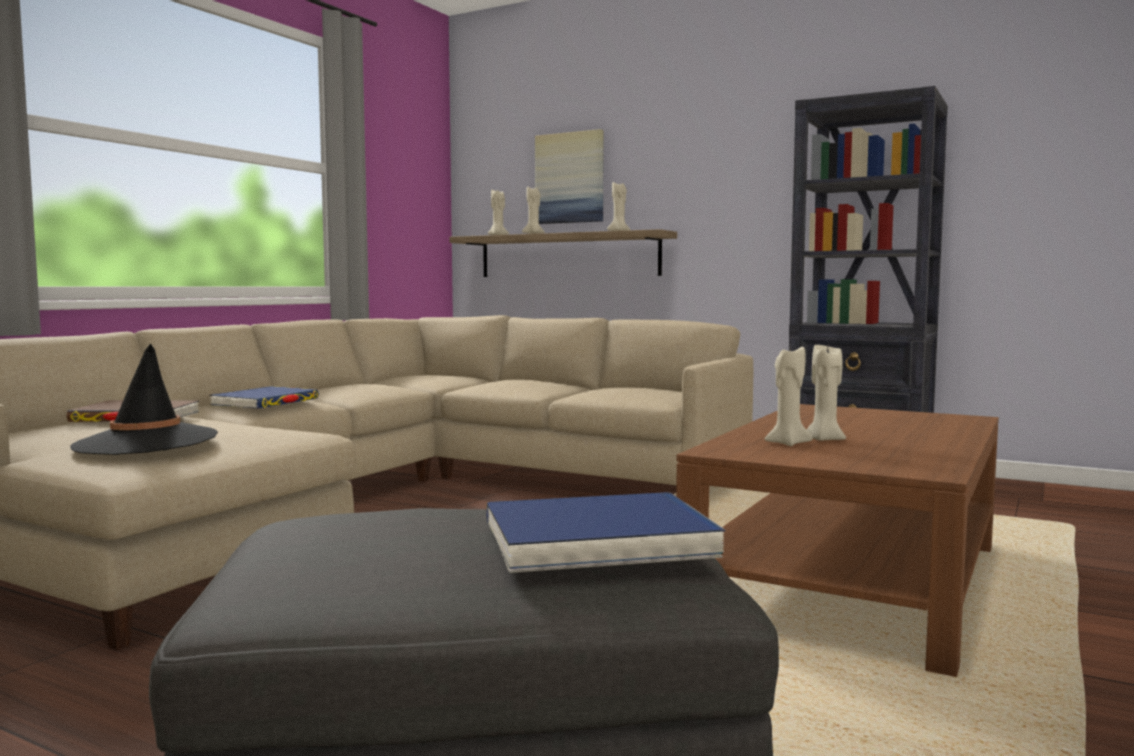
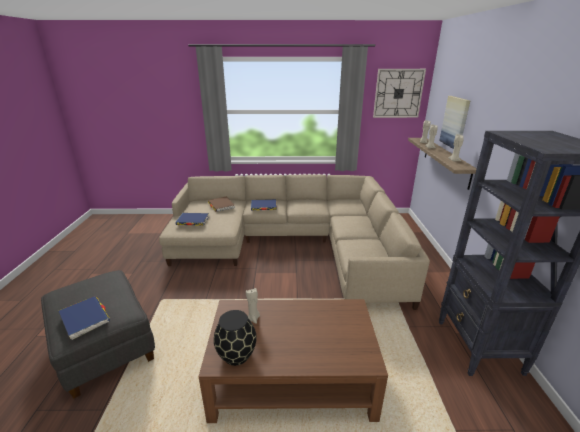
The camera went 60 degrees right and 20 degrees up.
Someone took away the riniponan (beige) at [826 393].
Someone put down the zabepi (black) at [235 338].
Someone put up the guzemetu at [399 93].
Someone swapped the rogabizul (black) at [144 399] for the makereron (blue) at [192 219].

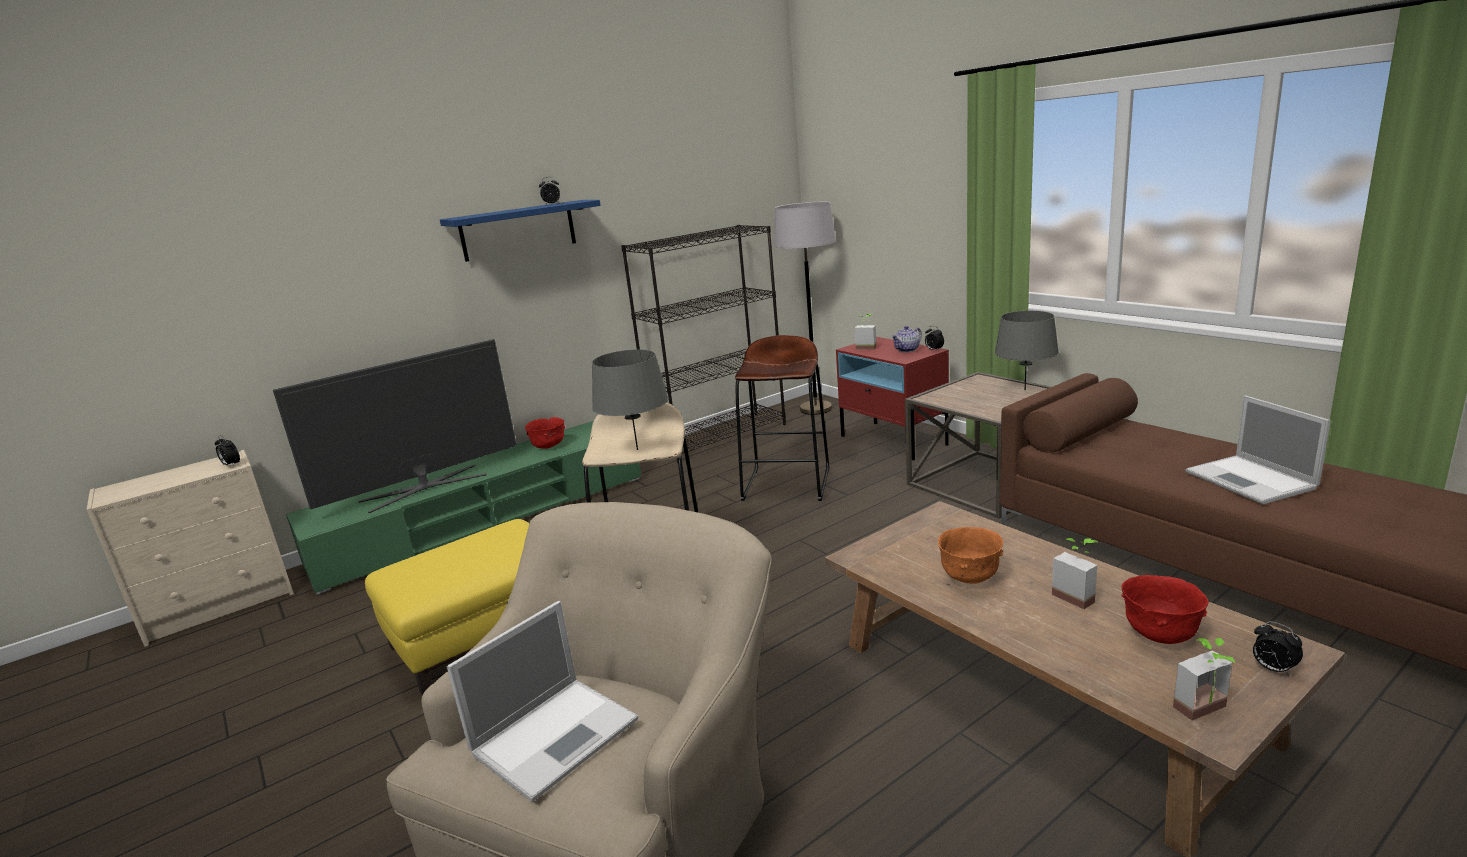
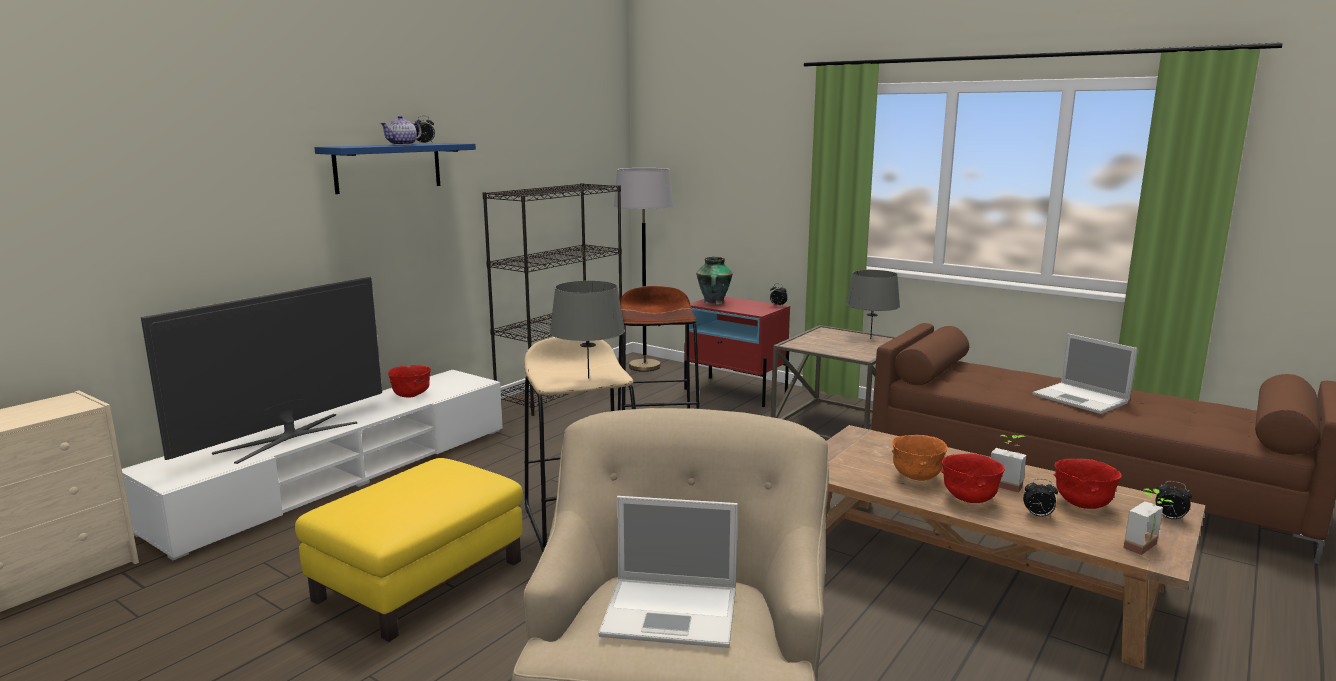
The camera went 20 degrees left and 5 degrees down.
Someone put down the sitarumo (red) at [973 478].
Someone carried the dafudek from [227 451] to [1040 498].
Someone carried the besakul from [906 339] to [401 130].
Someone swapped the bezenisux at [865 331] for the zabepi at [714 281].
Someone repainted the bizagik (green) at [463 507], which became the bizagik (white) at [312 465].
Someone rotated the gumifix at [542 701] by 75 degrees clockwise.

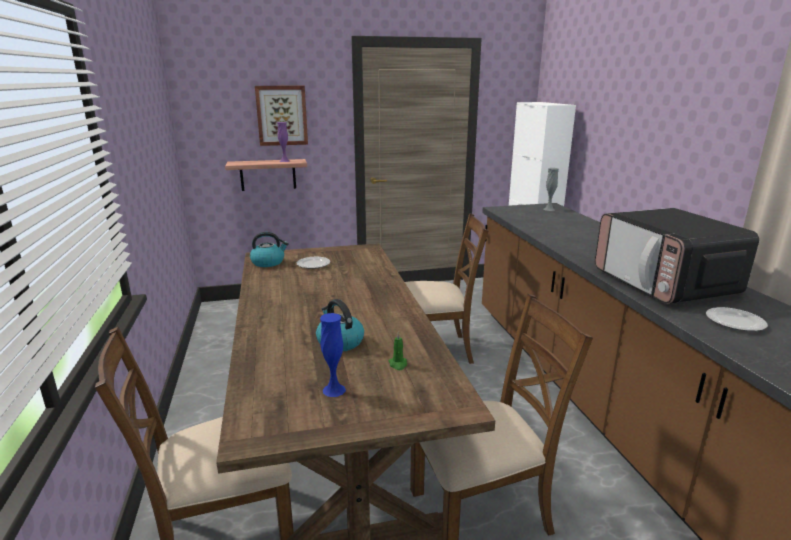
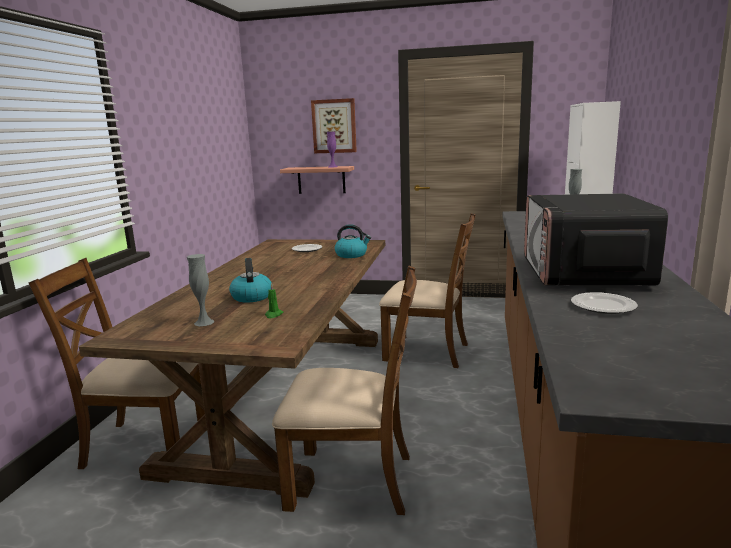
The camera went 25 degrees right and 5 degrees down.
Someone carried the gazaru from [269 249] to [353 241].
Someone repainted the zabepi (blue) at [333 355], which became the zabepi (grey) at [200 290].

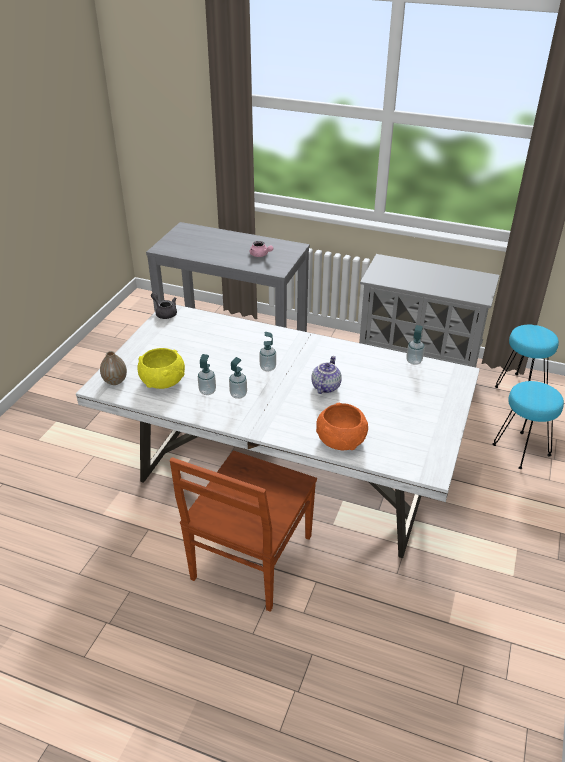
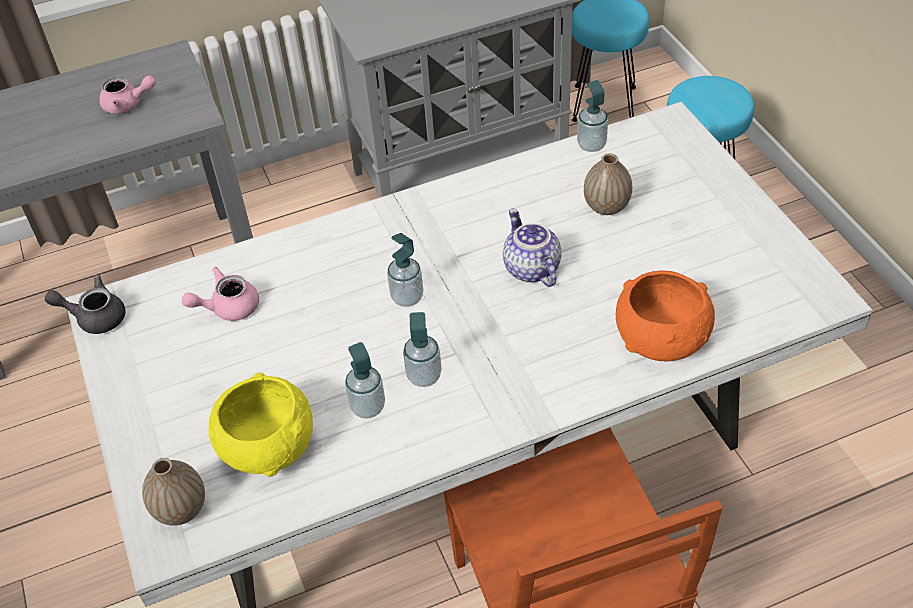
The camera went 40 degrees left and 10 degrees up.
Someone put down the besakul (pink) at [220 294].
Someone put down the zabepi at [608 184].

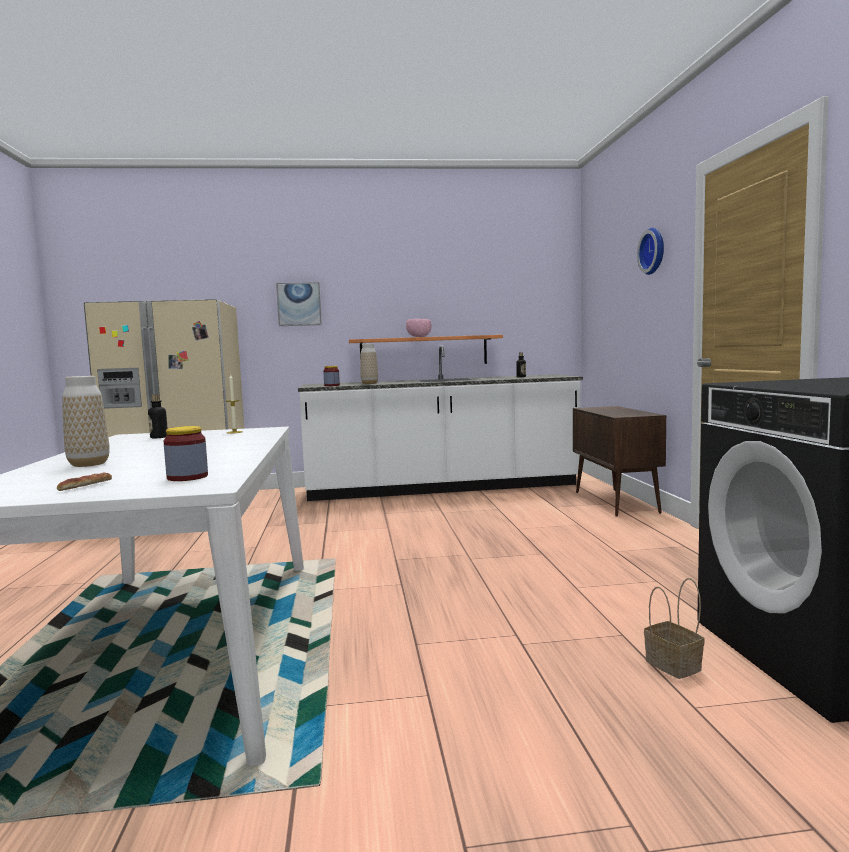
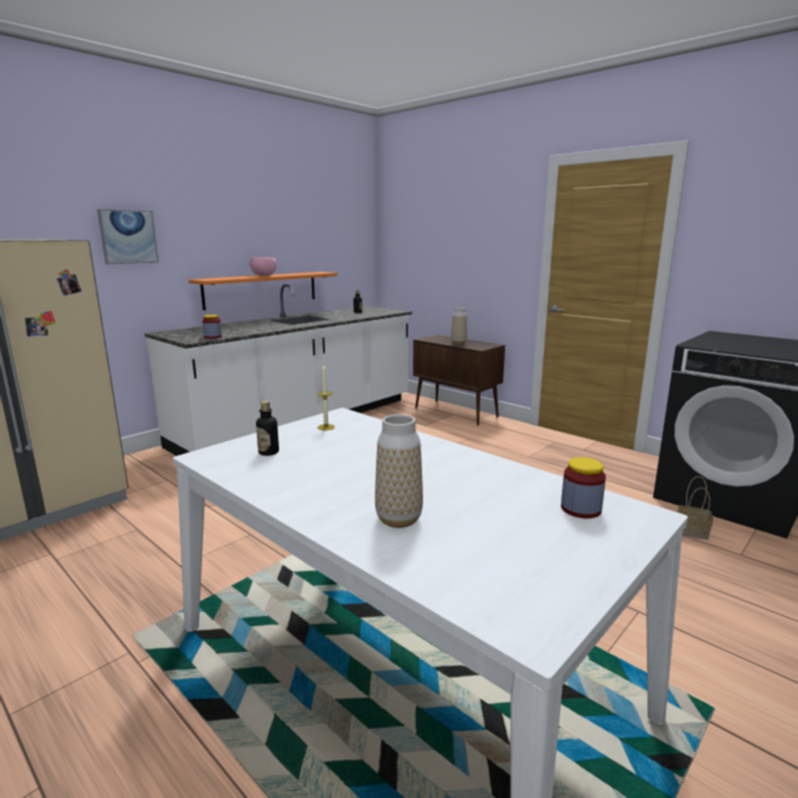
The camera went 40 degrees left and 10 degrees up.
Someone took away the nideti at [84 481].
Someone took away the guzemetu at [650 251].
Someone carried the zabepi from [369 364] to [459 325].

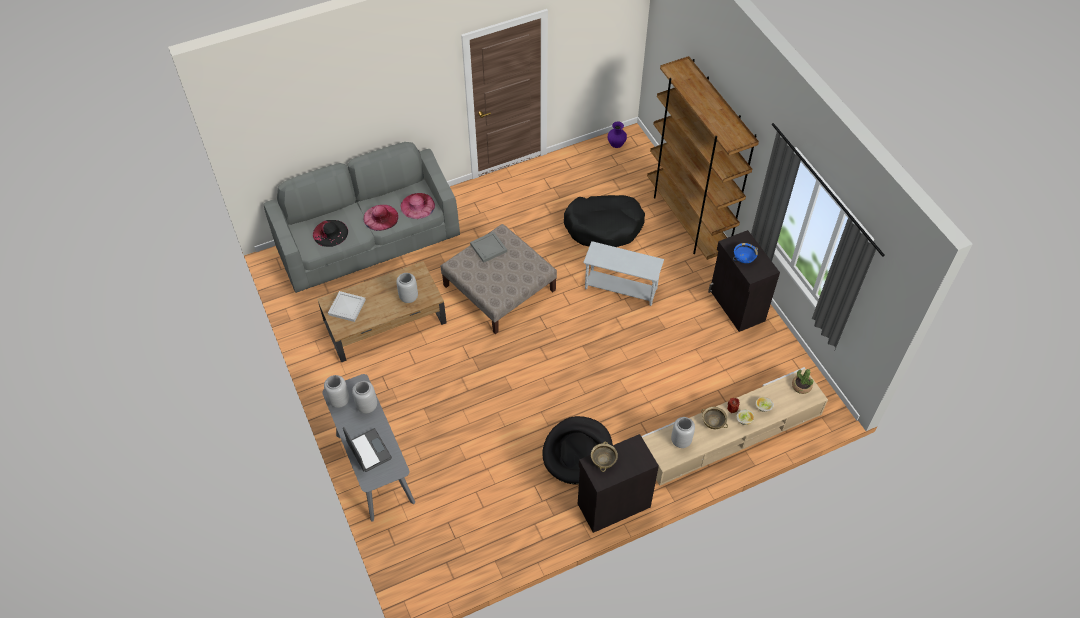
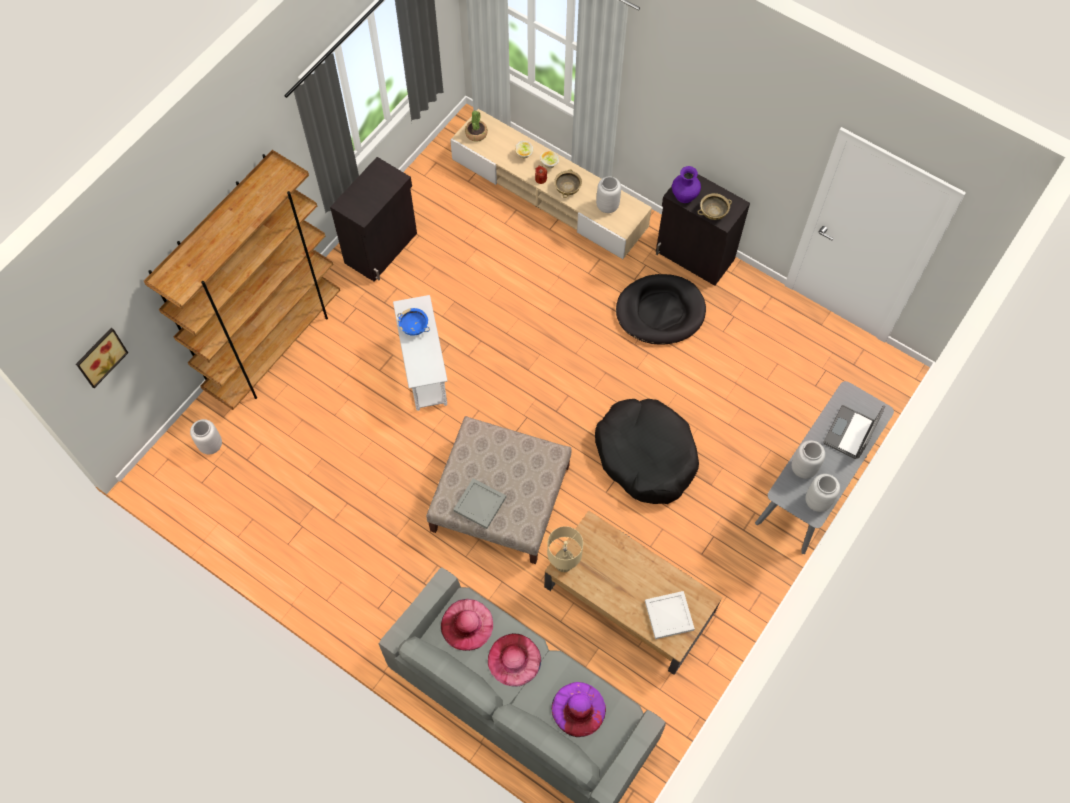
The camera went 120 degrees left and 10 degrees up.
Someone put up the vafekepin at [102 358].
Someone put down the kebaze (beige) at [565 549].
Someone carried the zabepi (grey) from [407 288] to [206 436].
Someone carried the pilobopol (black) from [604 221] to [647 451].
Someone carried the zabepi (purple) from [617 135] to [686 184].
Someone carried the sitarumo (blue) from [745 253] to [413 322].
Someone repainted the rogabizul (black) at [330 233], which became the rogabizul (purple) at [578 709].

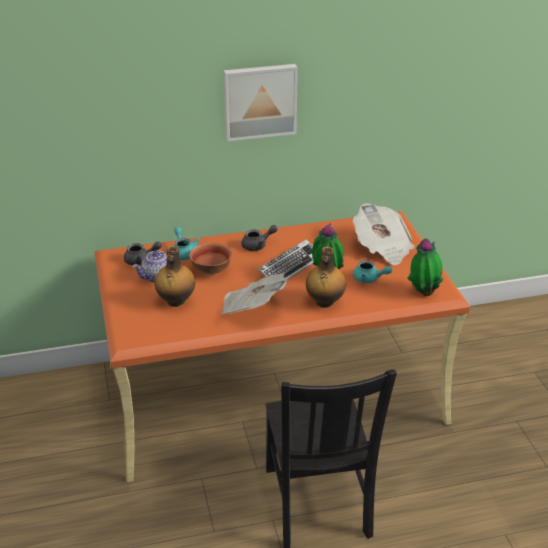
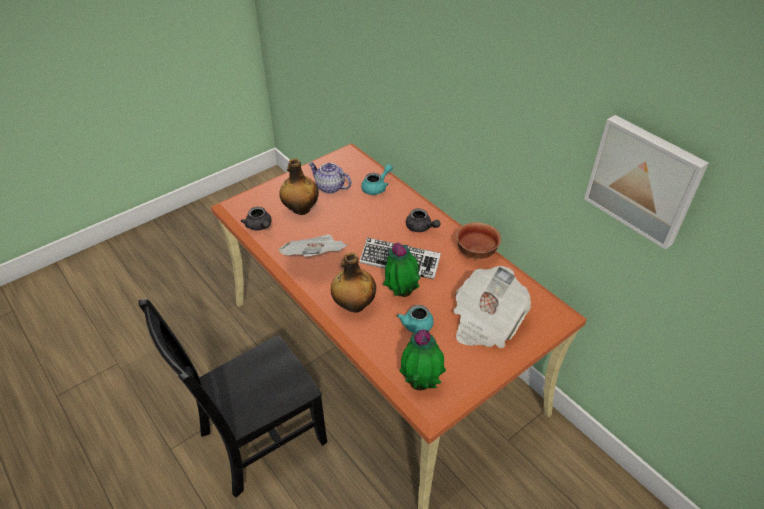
The camera went 65 degrees right and 10 degrees up.
Someone carried the besakul (grey) from [143 253] to [256 219].
Someone carried the sitarumo from [210 259] to [478 240].
Someone carried the vafekepin from [260 102] to [646 182].

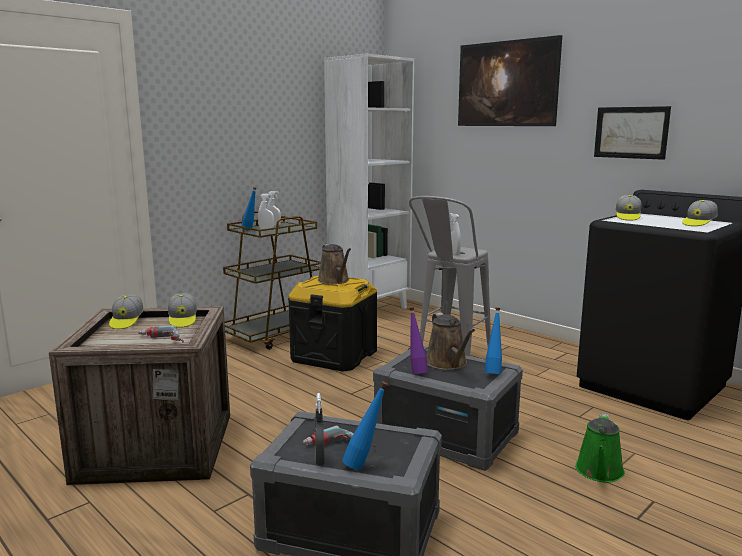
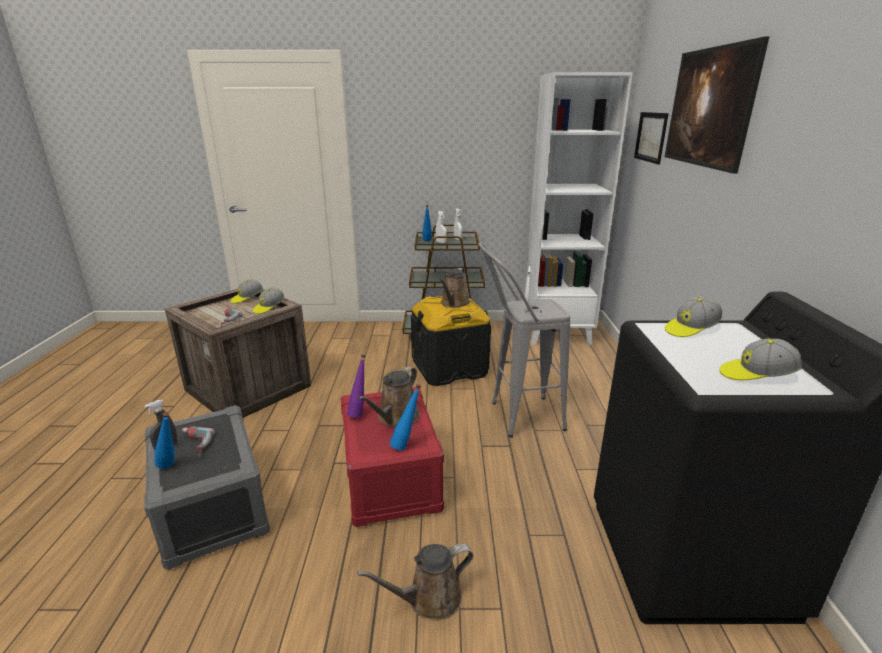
The camera went 45 degrees right and 10 degrees up.
Someone carried the vafekepin from [632 133] to [651 138].
Someone repainted the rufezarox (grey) at [448 408], which became the rufezarox (red) at [392 457].
Someone repainted the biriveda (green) at [600 448], which became the biriveda (brown) at [415 582].

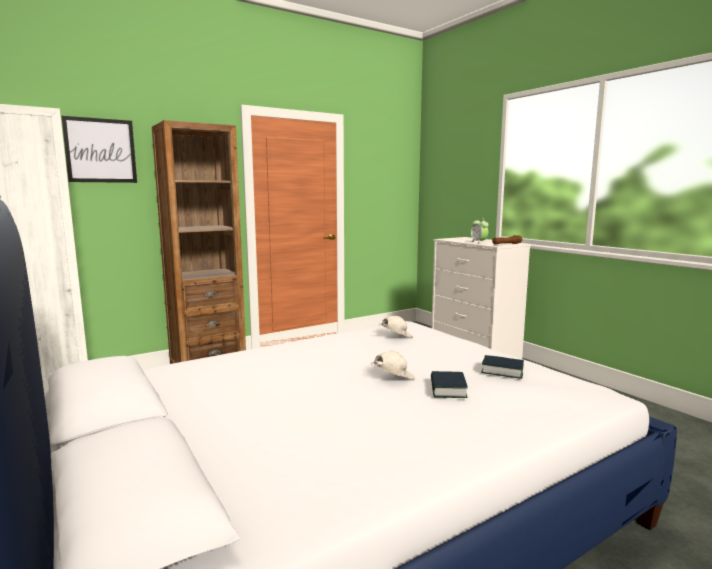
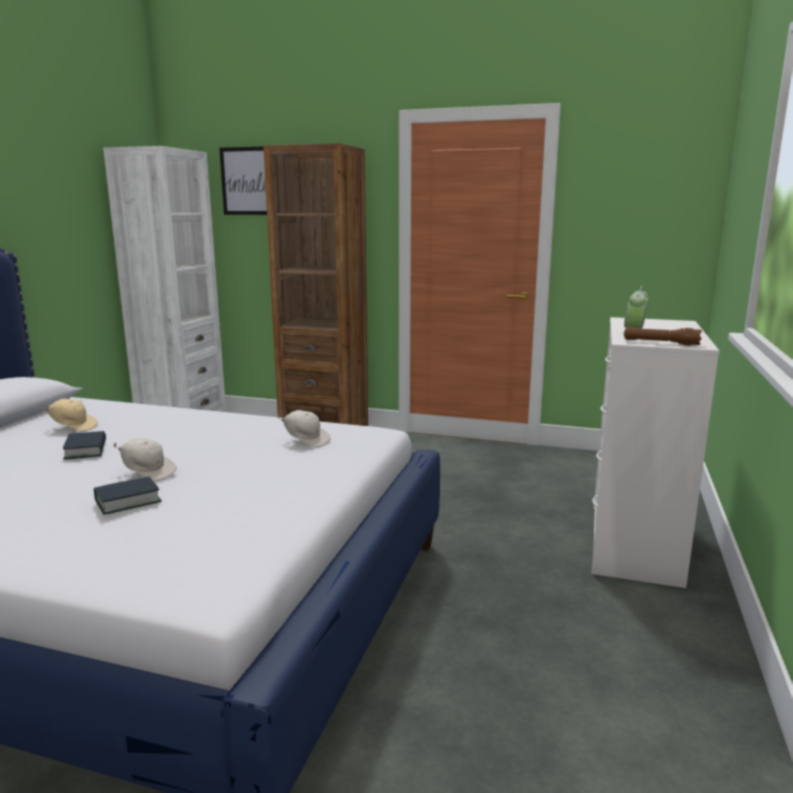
The camera went 50 degrees right and 5 degrees up.
Someone put down the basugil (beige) at [68 415].
Someone carried the makereron from [502 367] to [84 445].

